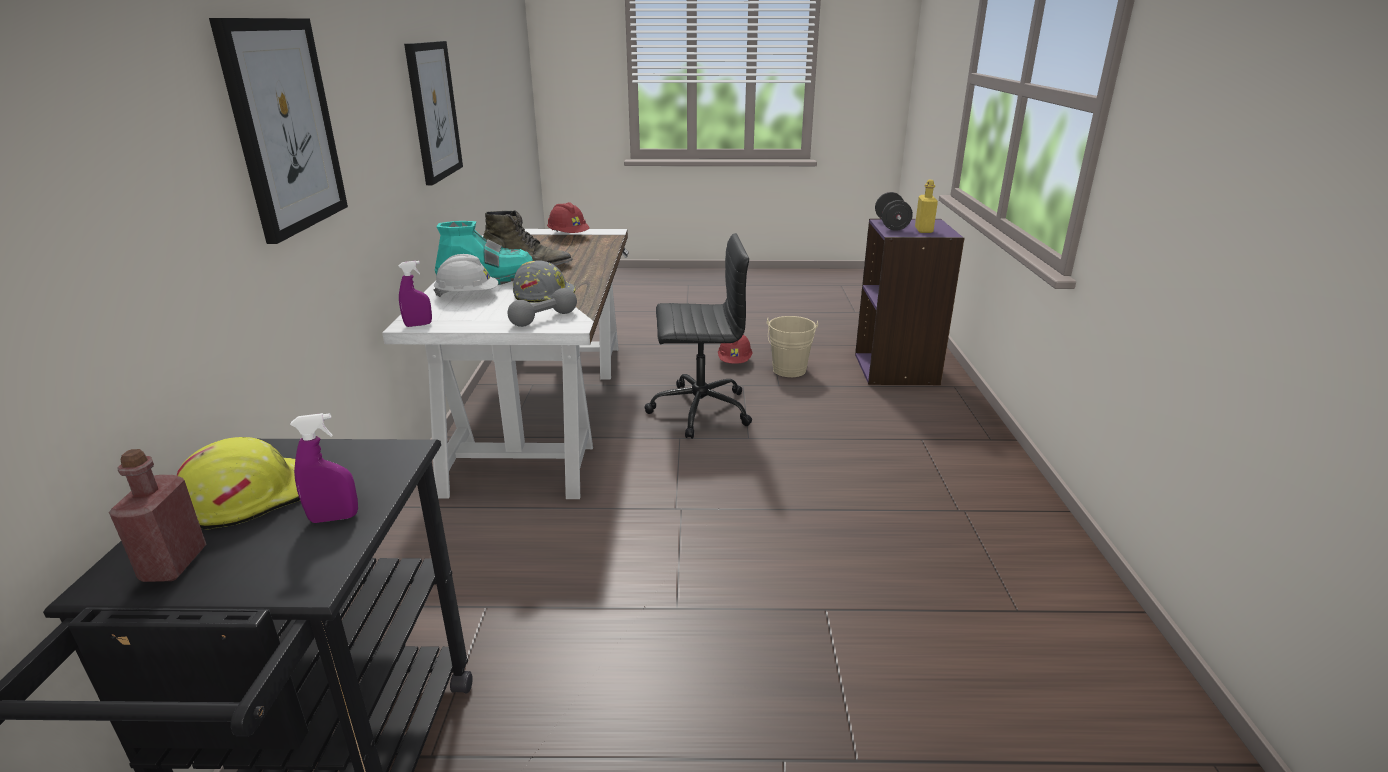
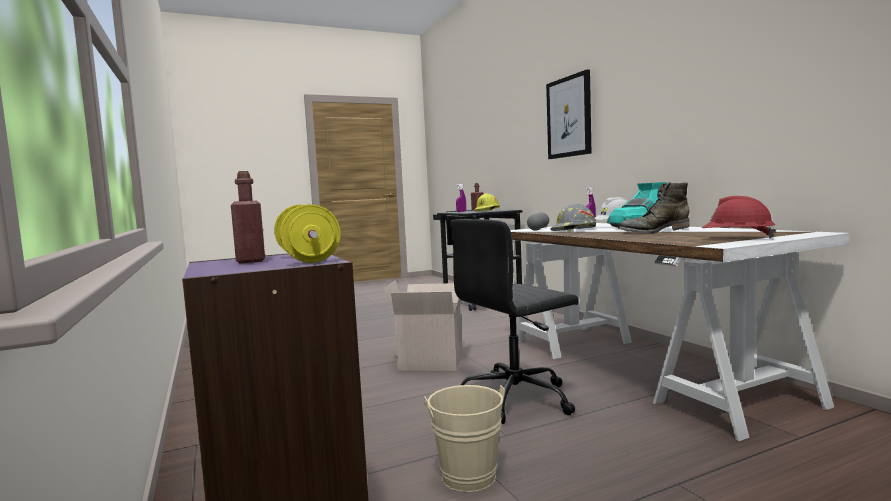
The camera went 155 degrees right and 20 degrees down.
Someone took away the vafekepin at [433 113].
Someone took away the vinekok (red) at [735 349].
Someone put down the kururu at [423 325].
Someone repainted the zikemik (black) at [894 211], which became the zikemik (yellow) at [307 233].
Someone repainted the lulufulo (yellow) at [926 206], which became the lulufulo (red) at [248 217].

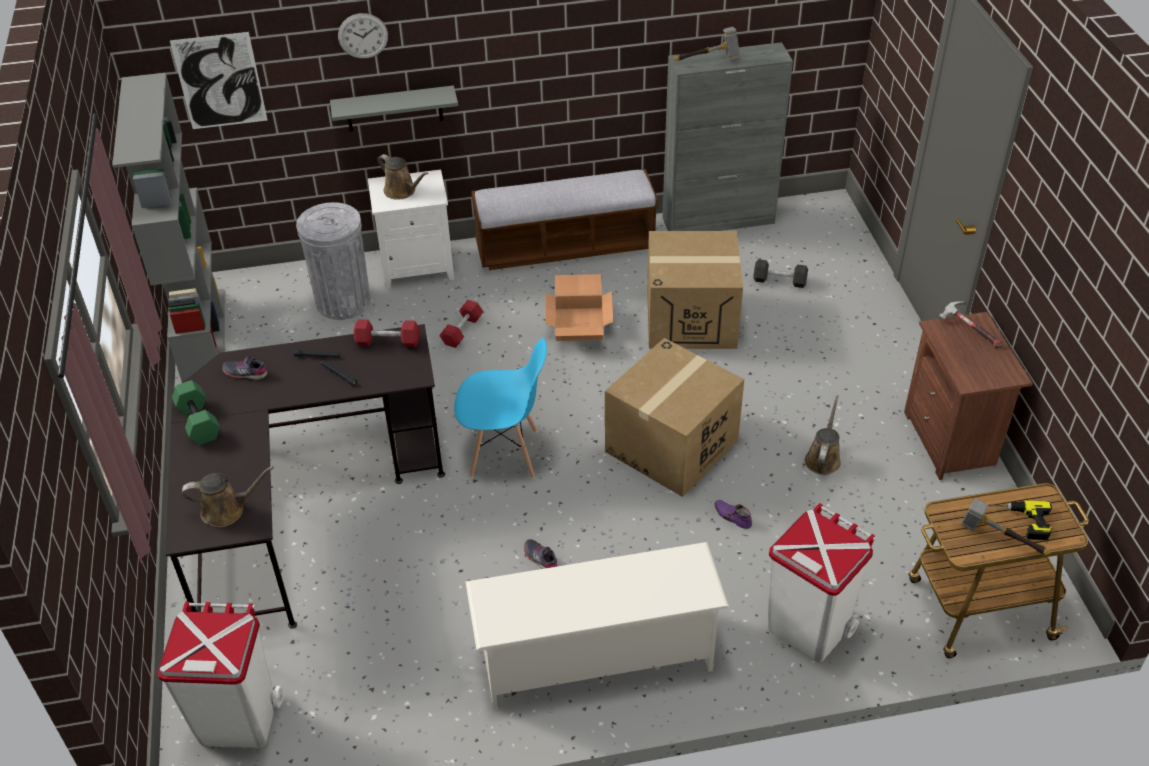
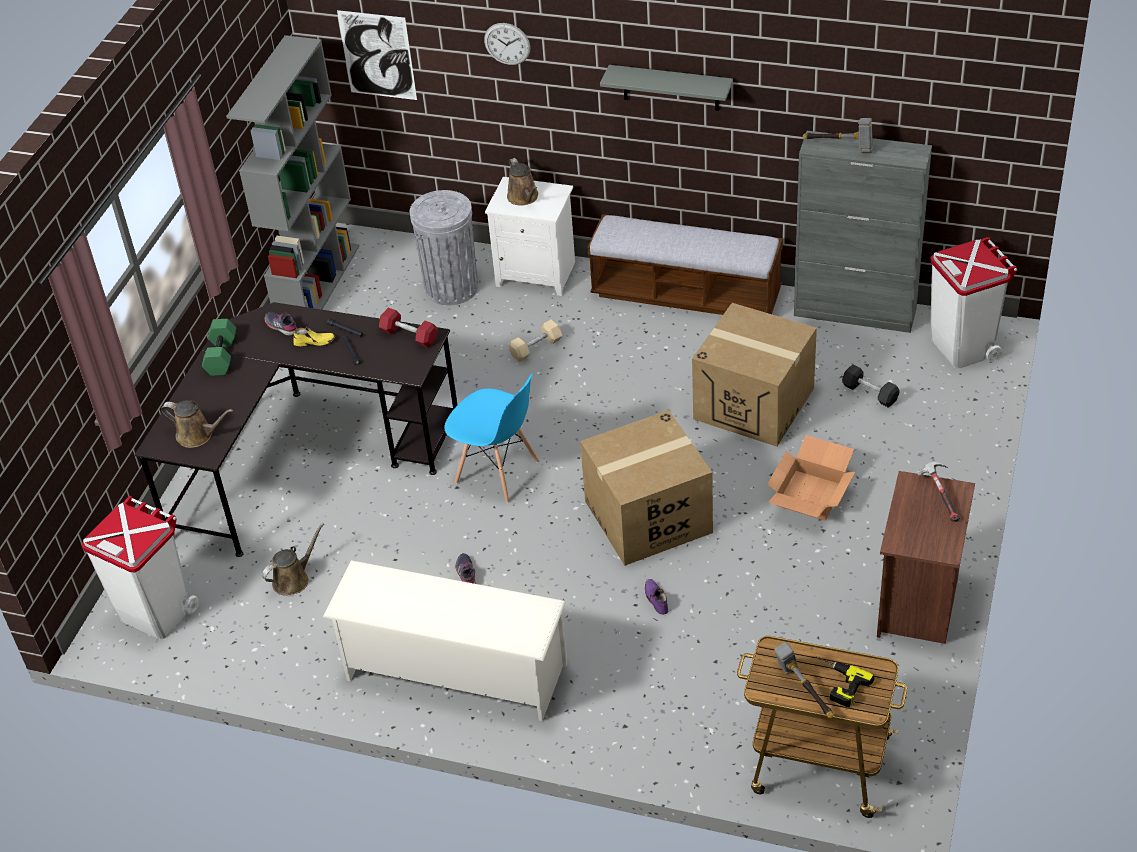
The camera went 30 degrees right and 0 degrees up.
Someone put down the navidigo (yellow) at [314 337].
Someone carried the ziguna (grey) from [394 108] to [666 88].
Someone carried the kururu from [579 307] to [811 478].
Someone carried the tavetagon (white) from [822 582] to [973 303].
Someone carried the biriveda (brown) from [823 435] to [293 559].
Someone repainted the zikemik (red) at [461 324], which became the zikemik (beige) at [535 341].

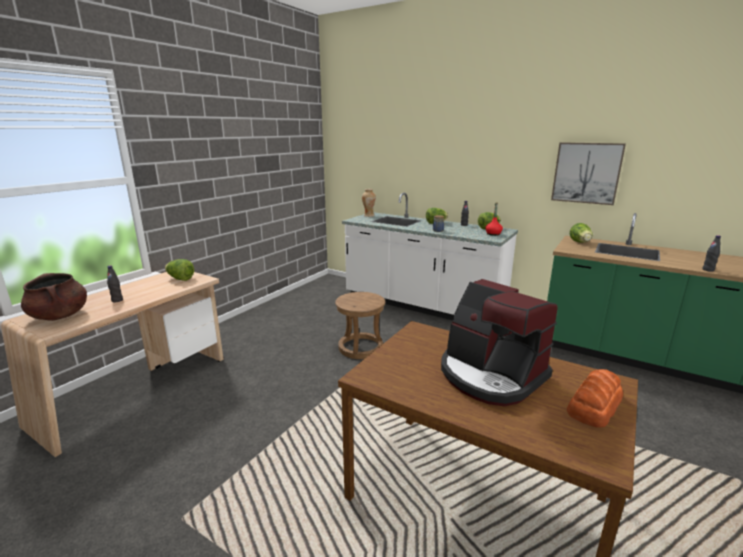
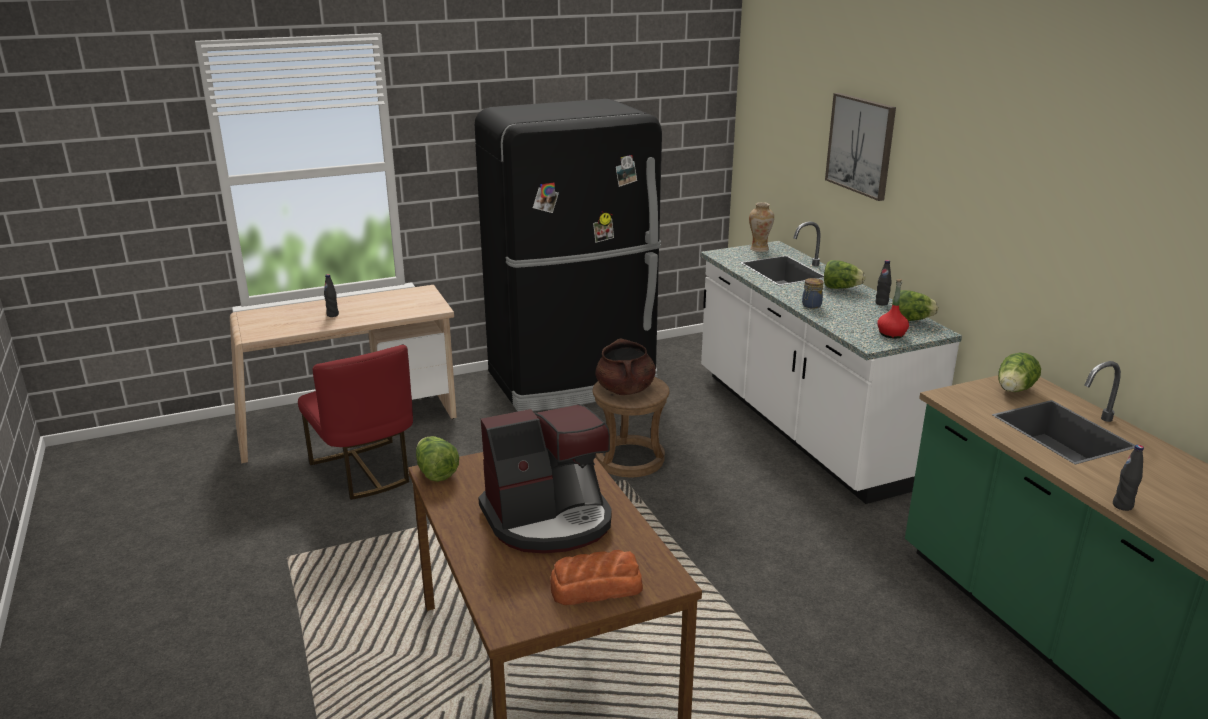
The camera went 35 degrees right and 5 degrees up.
Someone put down the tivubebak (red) at [355 422].
Someone put down the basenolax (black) at [568 255].
Someone carried the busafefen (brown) from [54 297] to [625 367].
Someone carried the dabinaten from [179 270] to [437 459].
Someone carried the vafekepin from [588 173] to [860 147].
Someone rotated the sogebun at [499 342] by 105 degrees counterclockwise.

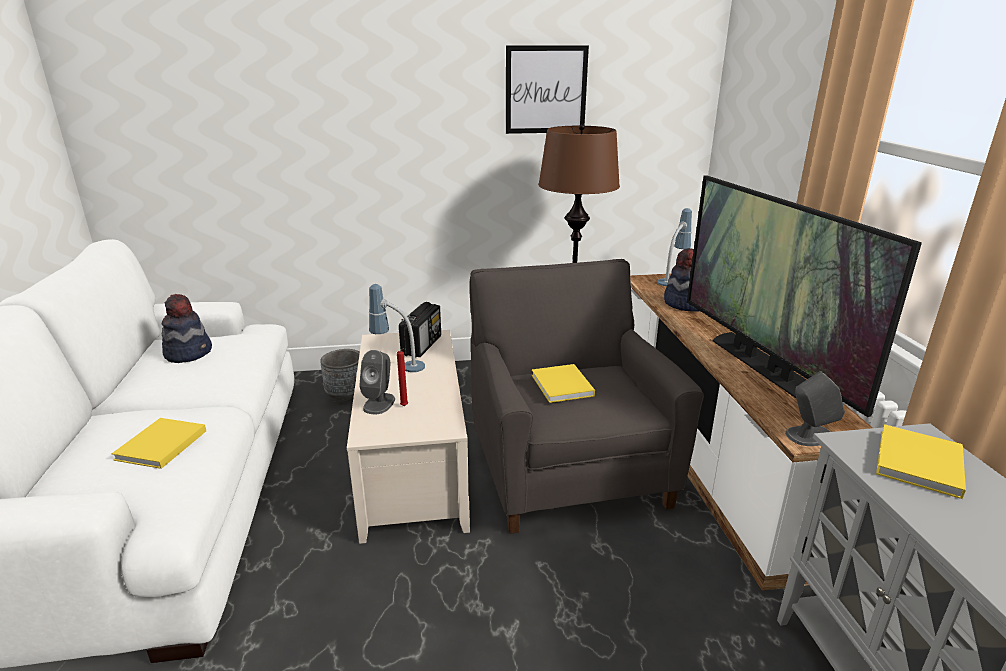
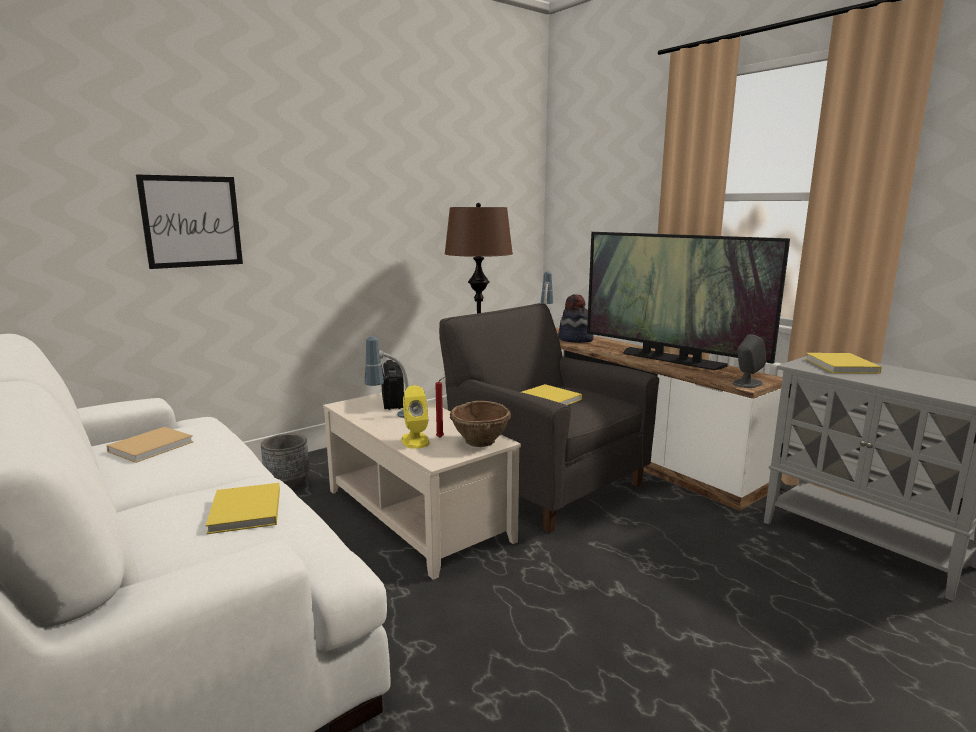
The camera went 30 degrees left and 10 degrees down.
Someone put down the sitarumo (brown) at [480 424].
Someone carried the vafekepin from [547 89] to [189 221].
Someone swapped the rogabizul at [187 328] for the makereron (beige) at [150 445].
Someone repainted the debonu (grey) at [377 382], which became the debonu (yellow) at [415 417].

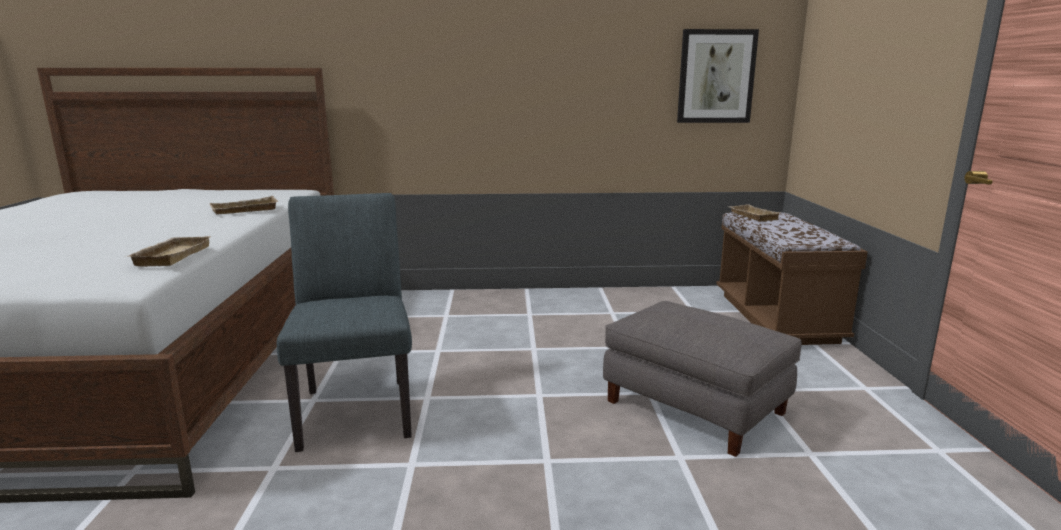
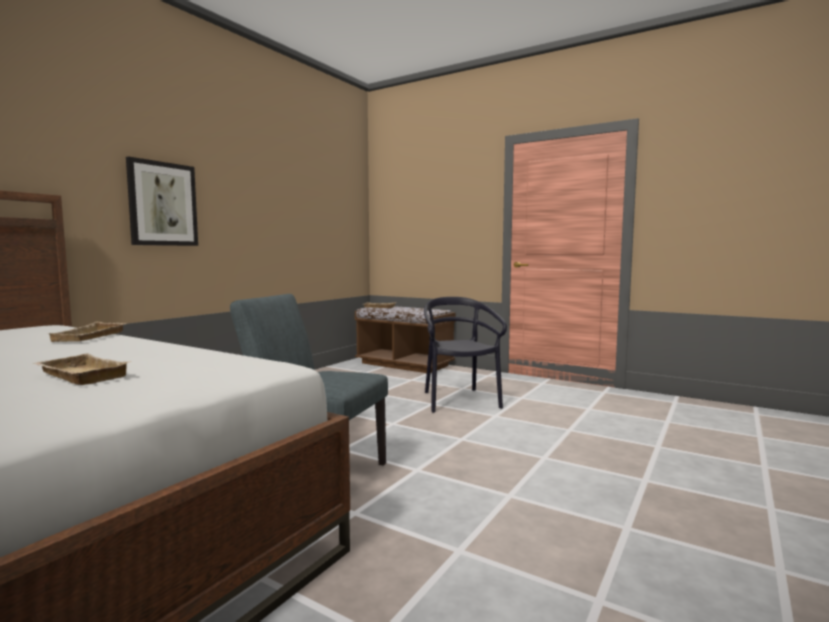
The camera went 55 degrees left and 10 degrees down.
Someone carried the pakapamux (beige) from [169 251] to [82 369].
Someone carried the vafekepin from [718 76] to [162 201].
Someone swapped the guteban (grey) at [702 379] for the tivubebak (black) at [465 355].

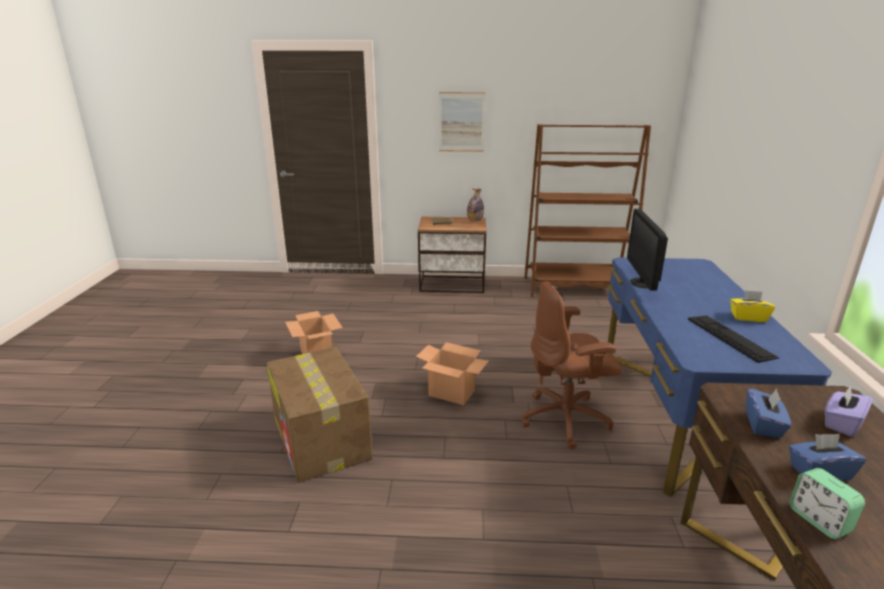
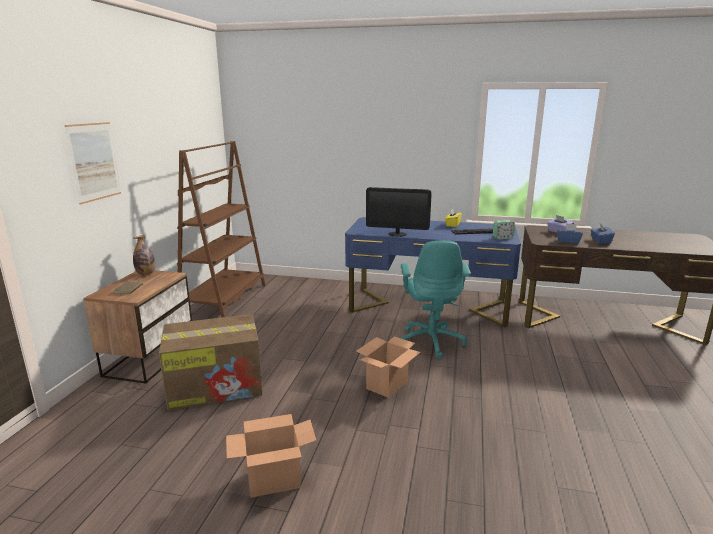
The camera went 80 degrees left and 5 degrees down.
Someone carried the kururu from [320 415] to [210 362].
Someone carried the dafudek from [827 503] to [504 230].
Someone repainted the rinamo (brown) at [572 365], which became the rinamo (turquoise) at [436 299].

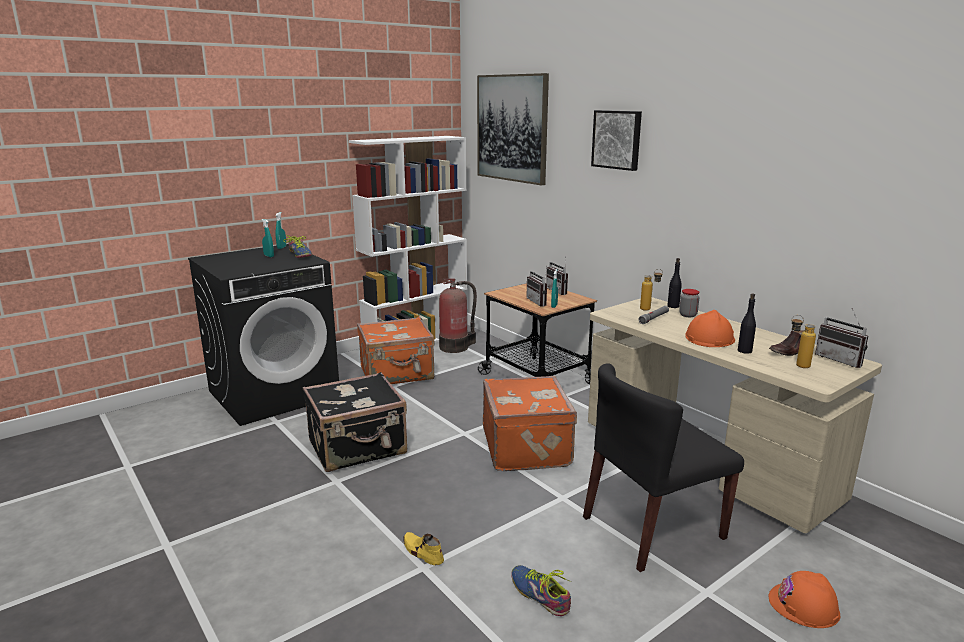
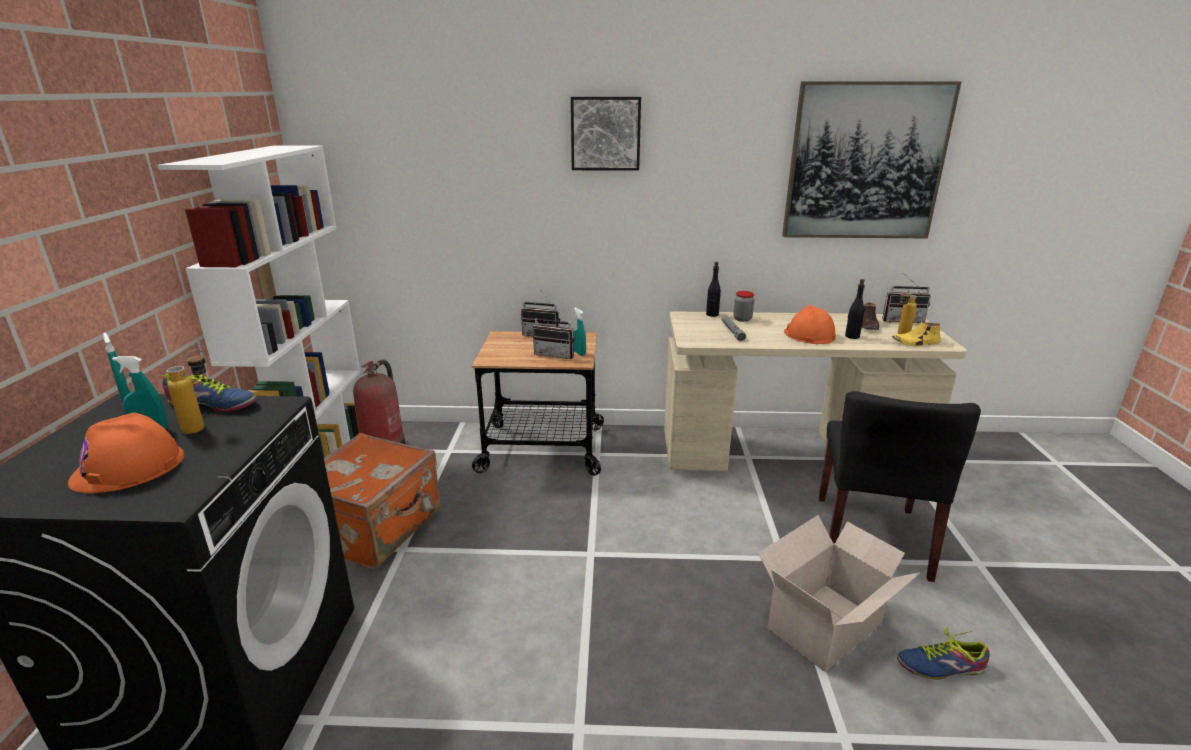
The camera went 50 degrees left and 5 degrees up.
Someone took away the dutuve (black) at [355 422].
Someone took away the dutuve (orange) at [530 423].
Someone put down the kururu at [839 593].
Someone carried the navidigo (yellow) from [423 548] to [916 334].
Someone carried the vafekepin from [513 129] to [871 159].
Someone carried the lulufulo from [651 290] to [186 391].
Someone carried the vinekok (orange) from [804 599] to [126 453].

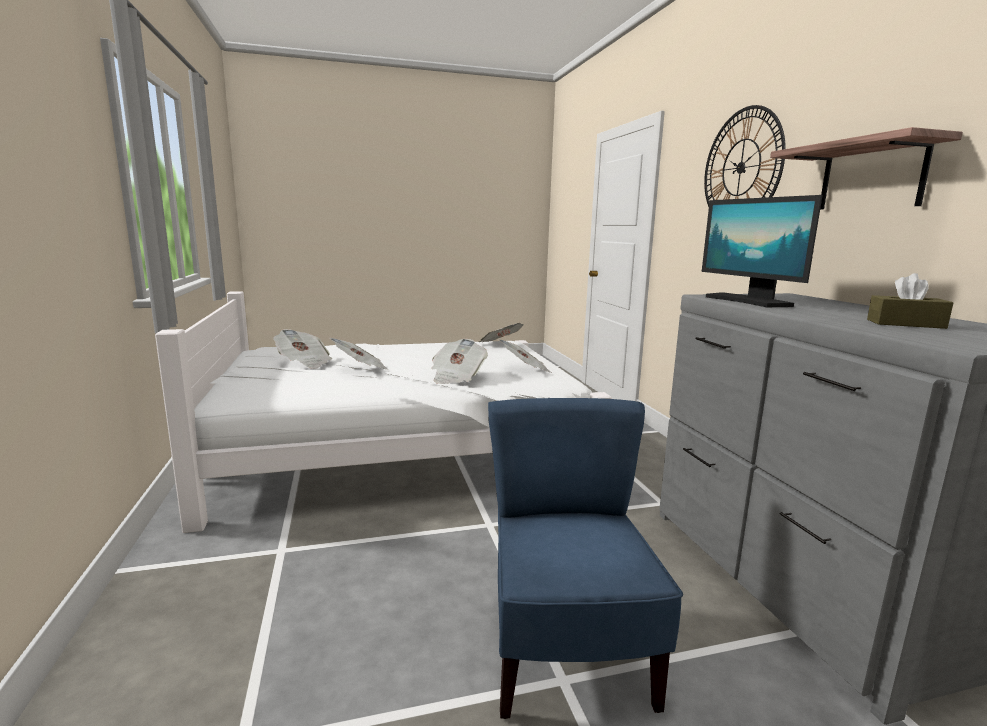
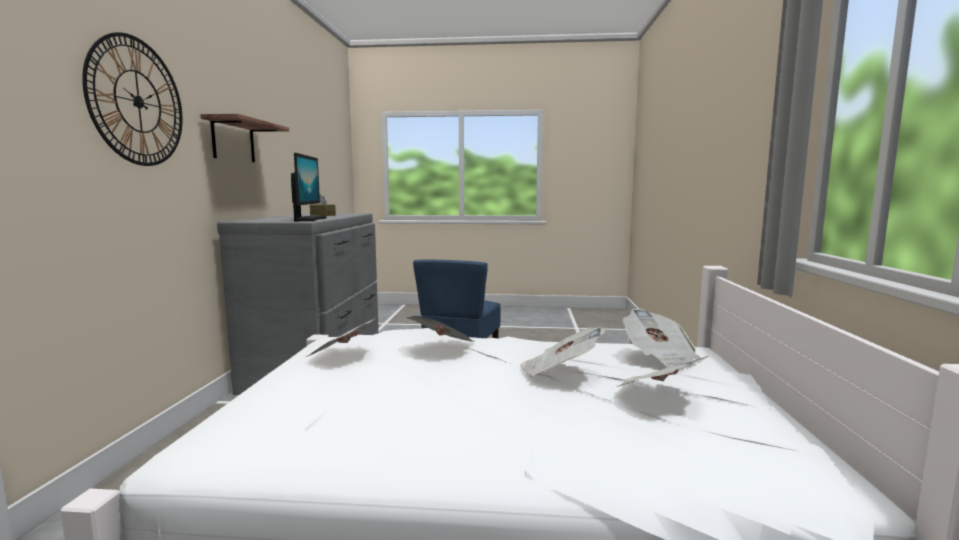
The camera went 160 degrees left and 5 degrees down.
Someone carried the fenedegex from [501 332] to [661 339].

